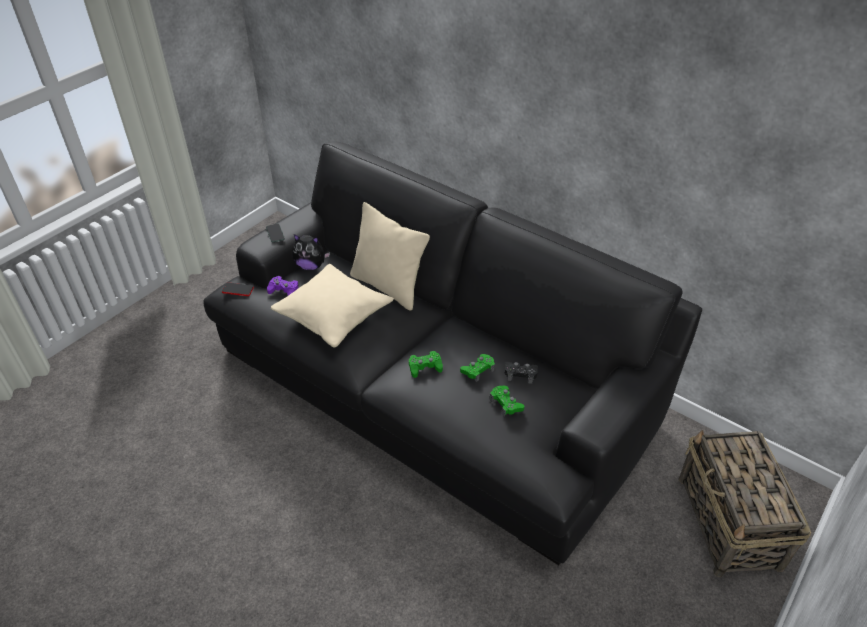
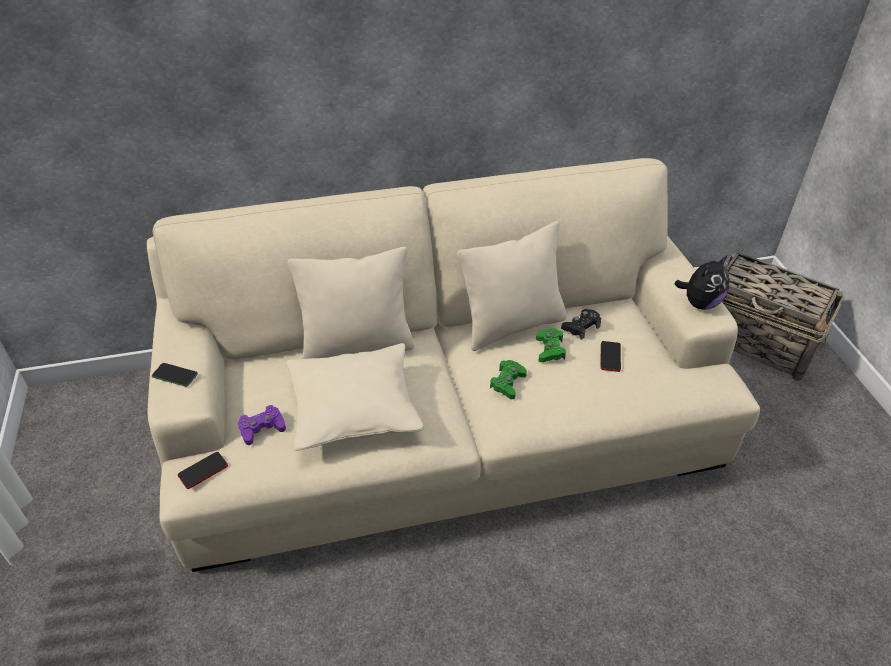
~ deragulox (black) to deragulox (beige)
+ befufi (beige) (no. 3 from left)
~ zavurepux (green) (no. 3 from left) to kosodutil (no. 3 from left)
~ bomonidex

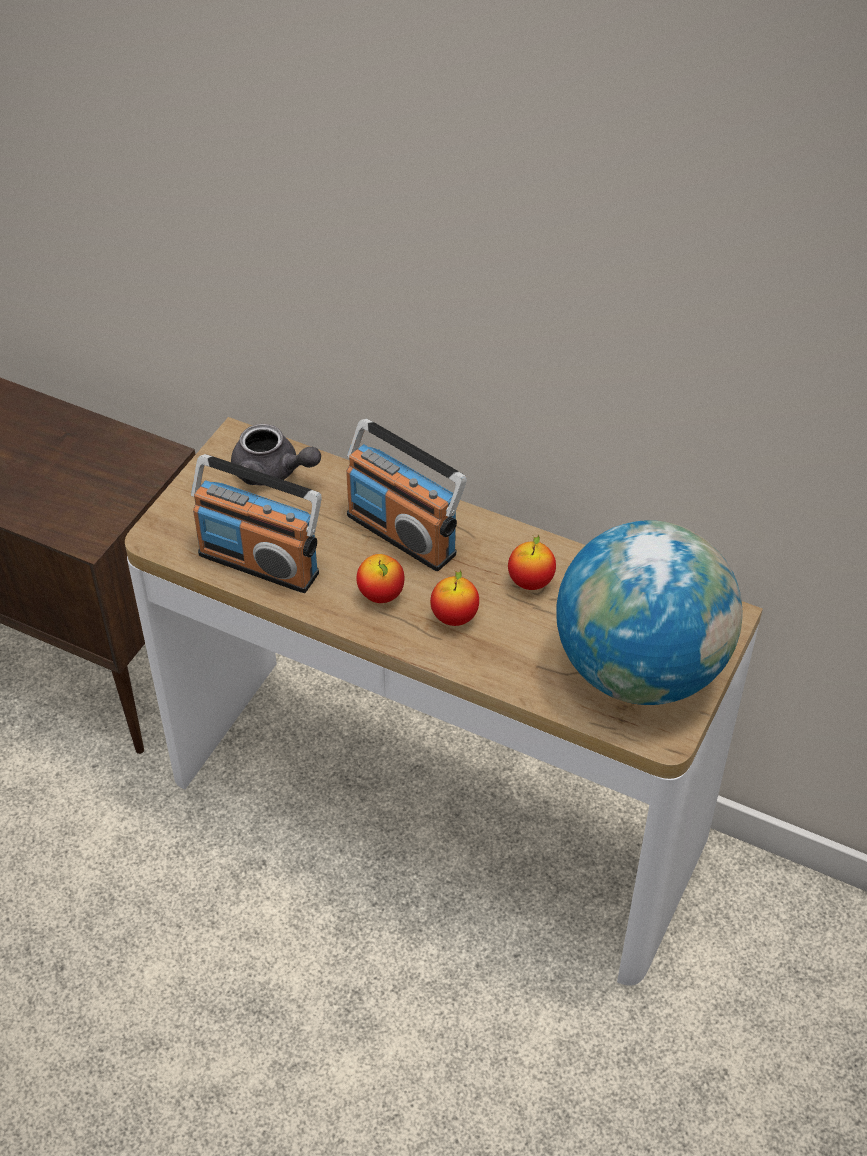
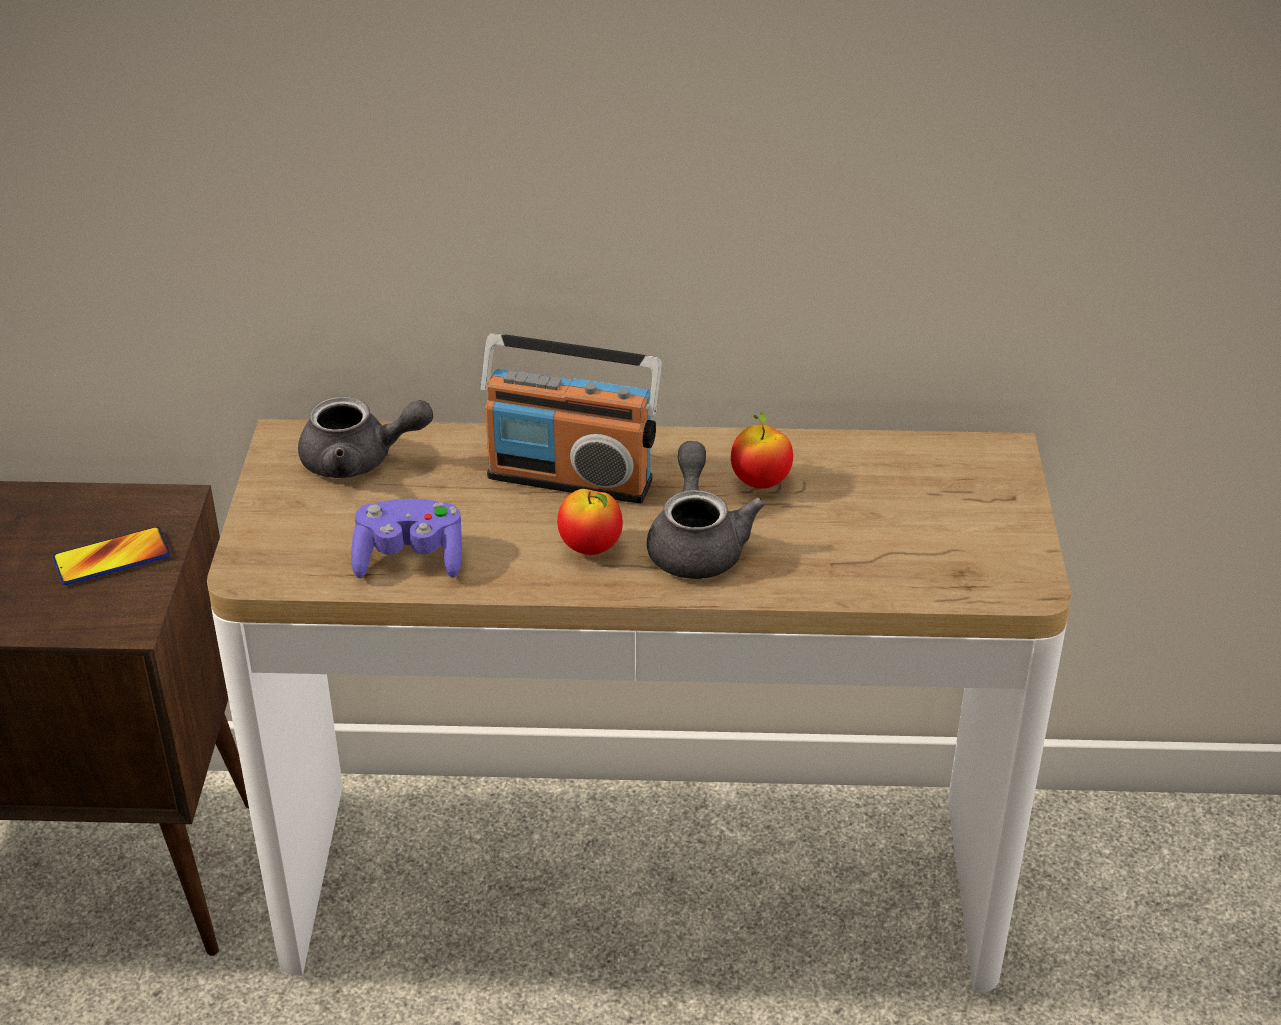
+ kosodutil
~ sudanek (no. 1 from left) to zavurepux (purple)
~ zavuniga (no. 2 from left) to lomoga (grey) (no. 2 from left)
- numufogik

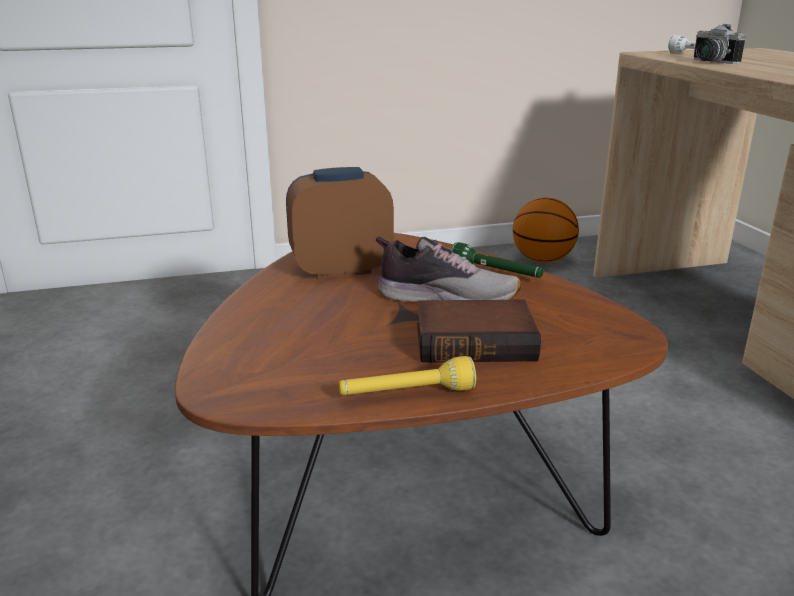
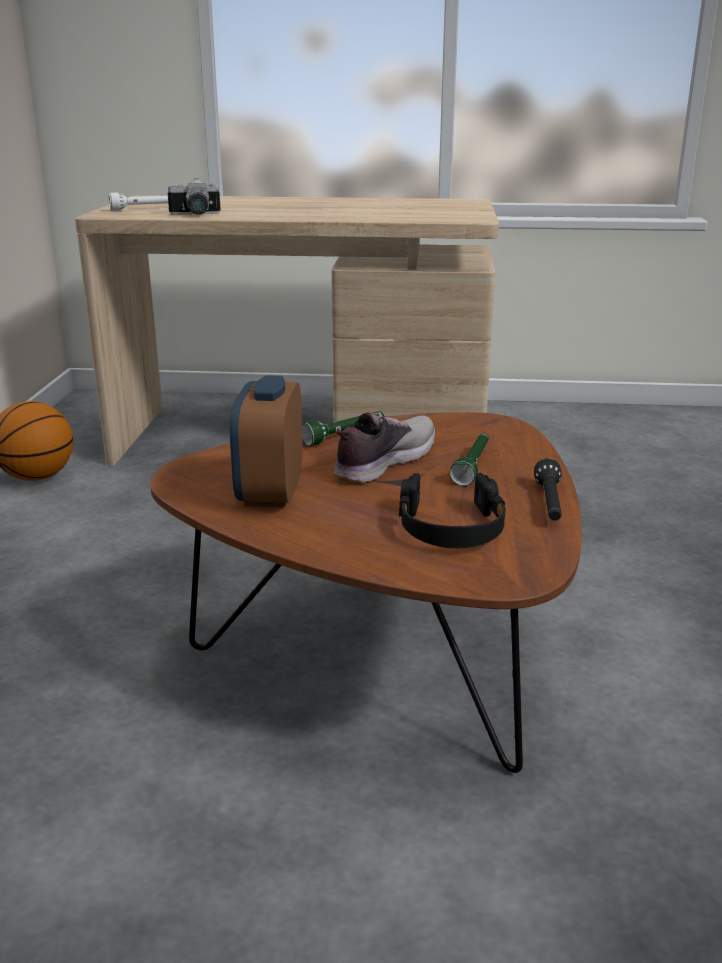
+ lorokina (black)
~ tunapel to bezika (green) (no. 2 from left)
~ bezika (yellow) to bezika (black)

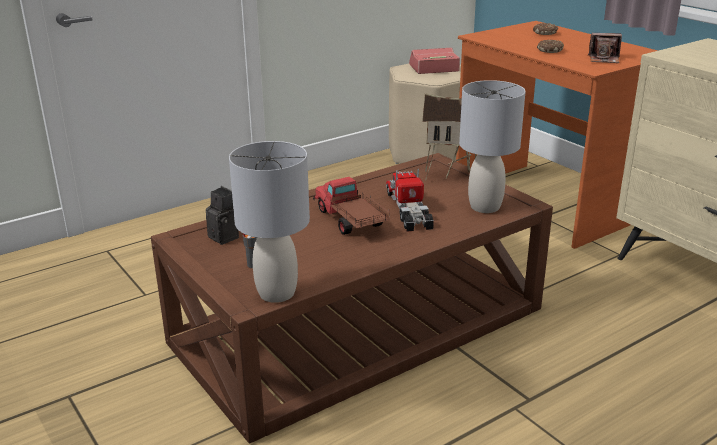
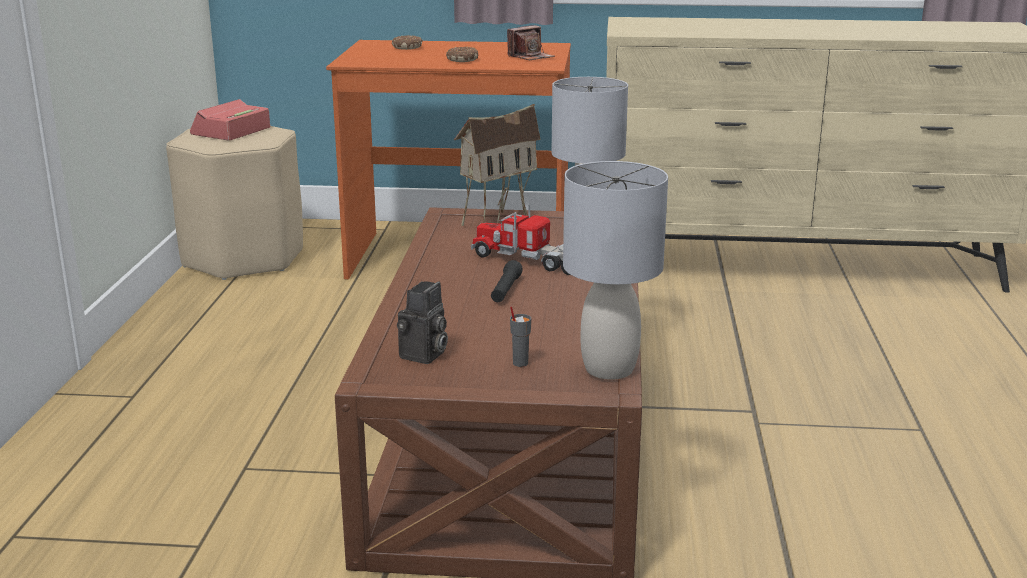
~ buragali (no. 1 from left) 120 degrees clockwise
~ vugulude (no. 1 from left) to bezika (black)

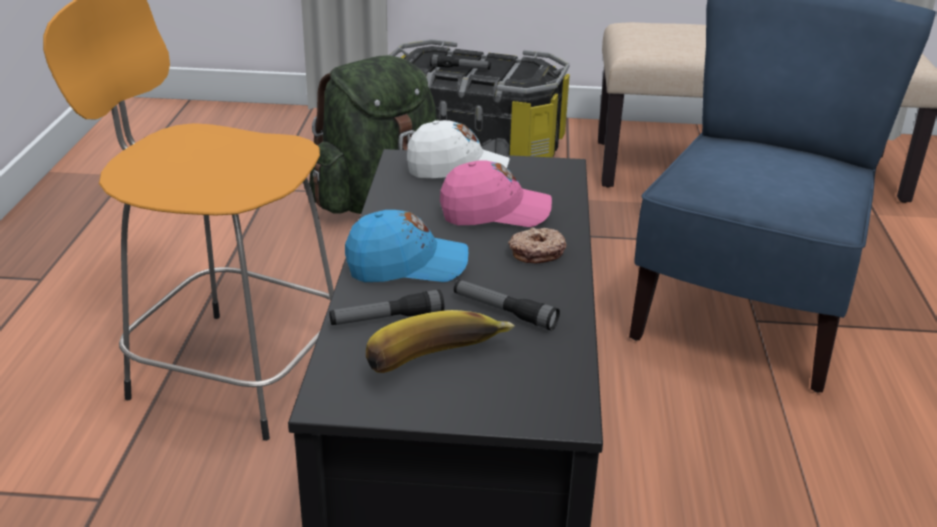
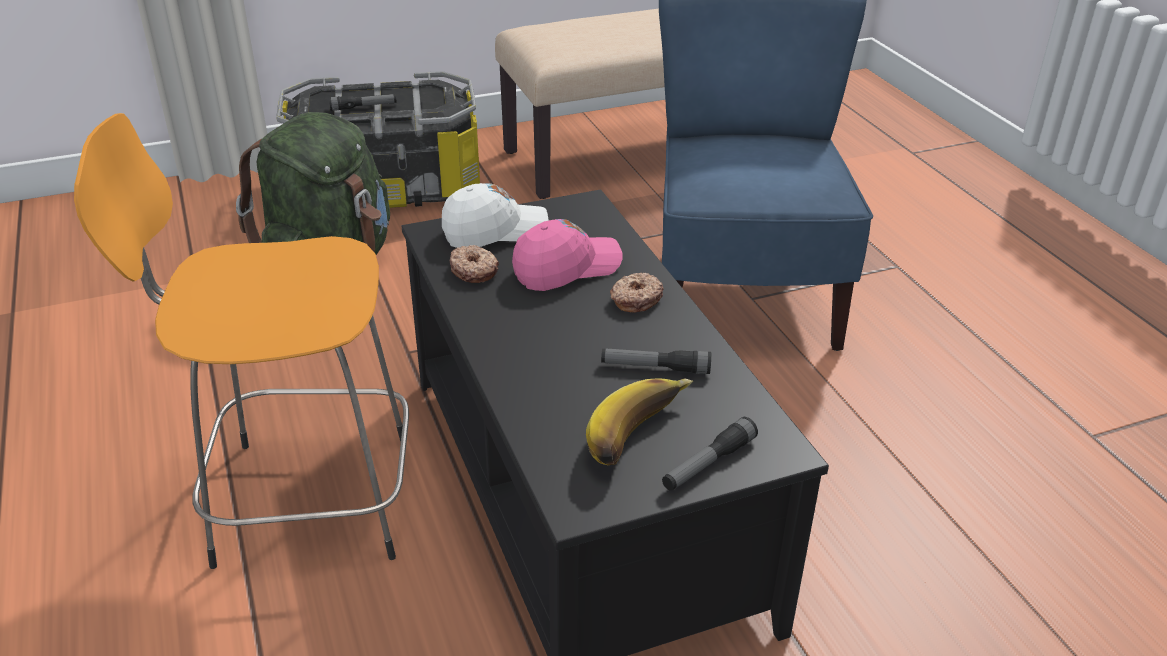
+ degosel (no. 1 from left)
~ bezika (no. 1 from left in the first image) to bezika (no. 3 from left)
- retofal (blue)

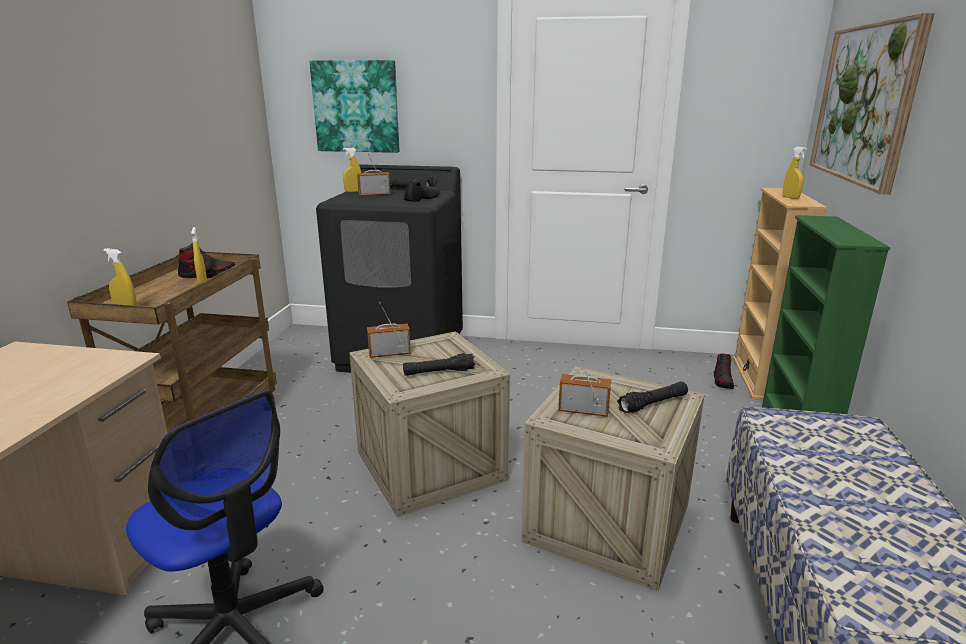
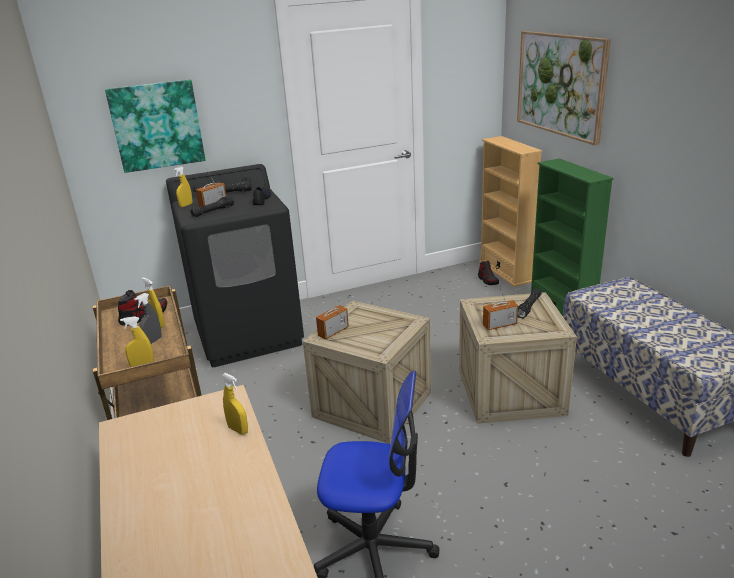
+ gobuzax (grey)
~ bezika (black) (no. 2 from left in the first image) to bezika (black) (no. 1 from left)
~ gobuzax (yellow) (no. 4 from left)

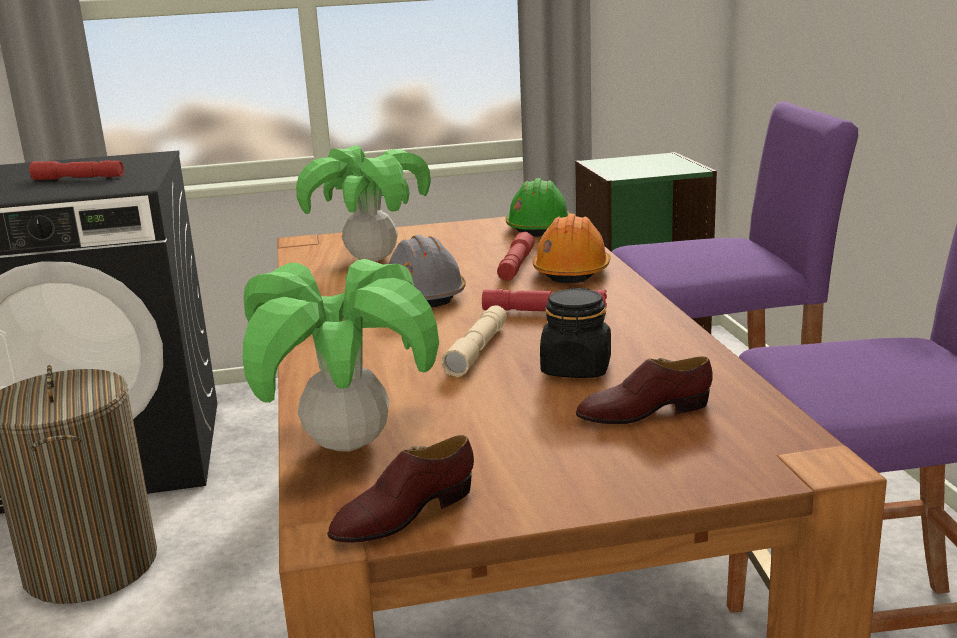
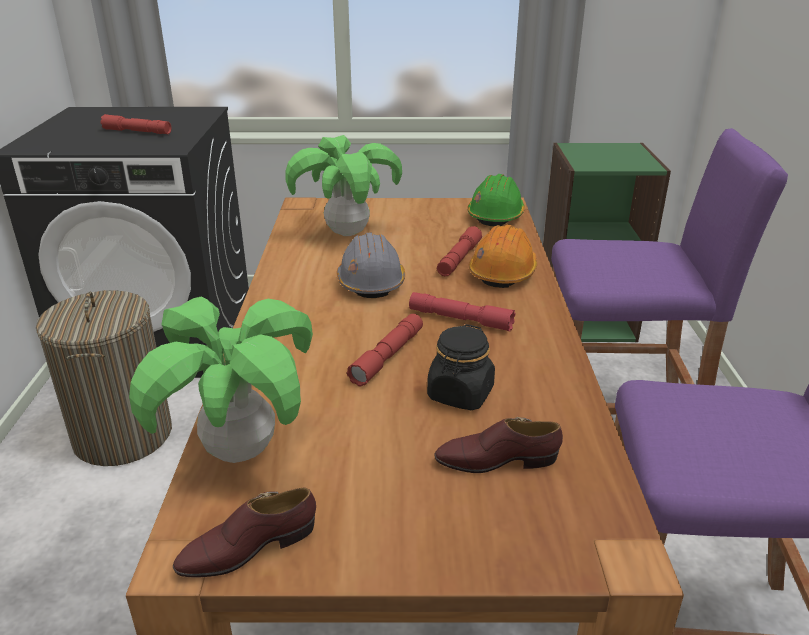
~ bezika (beige) to bezika (red) (no. 2 from left)

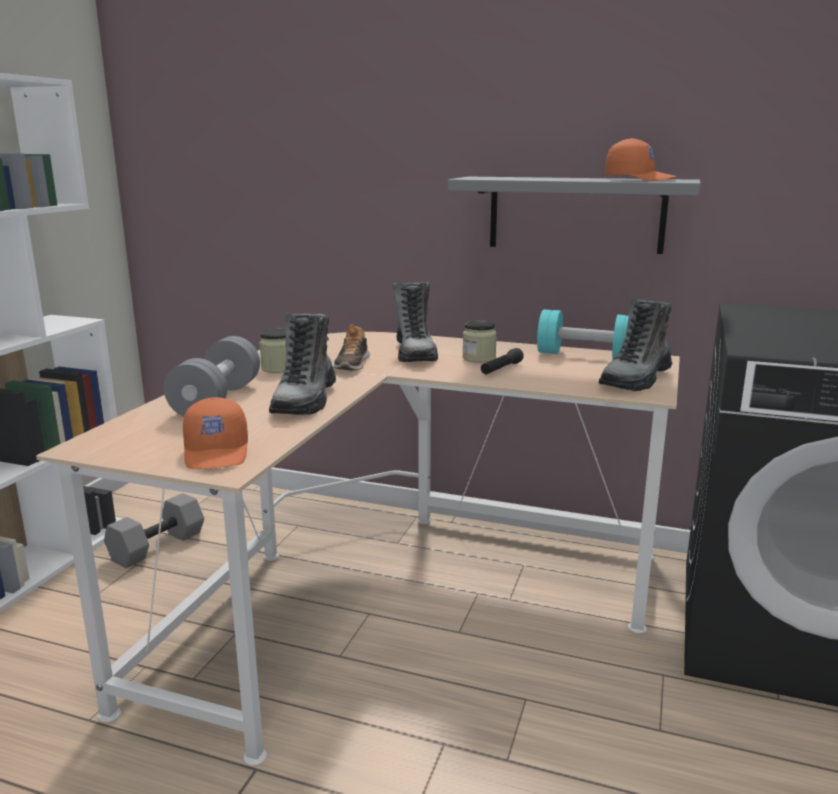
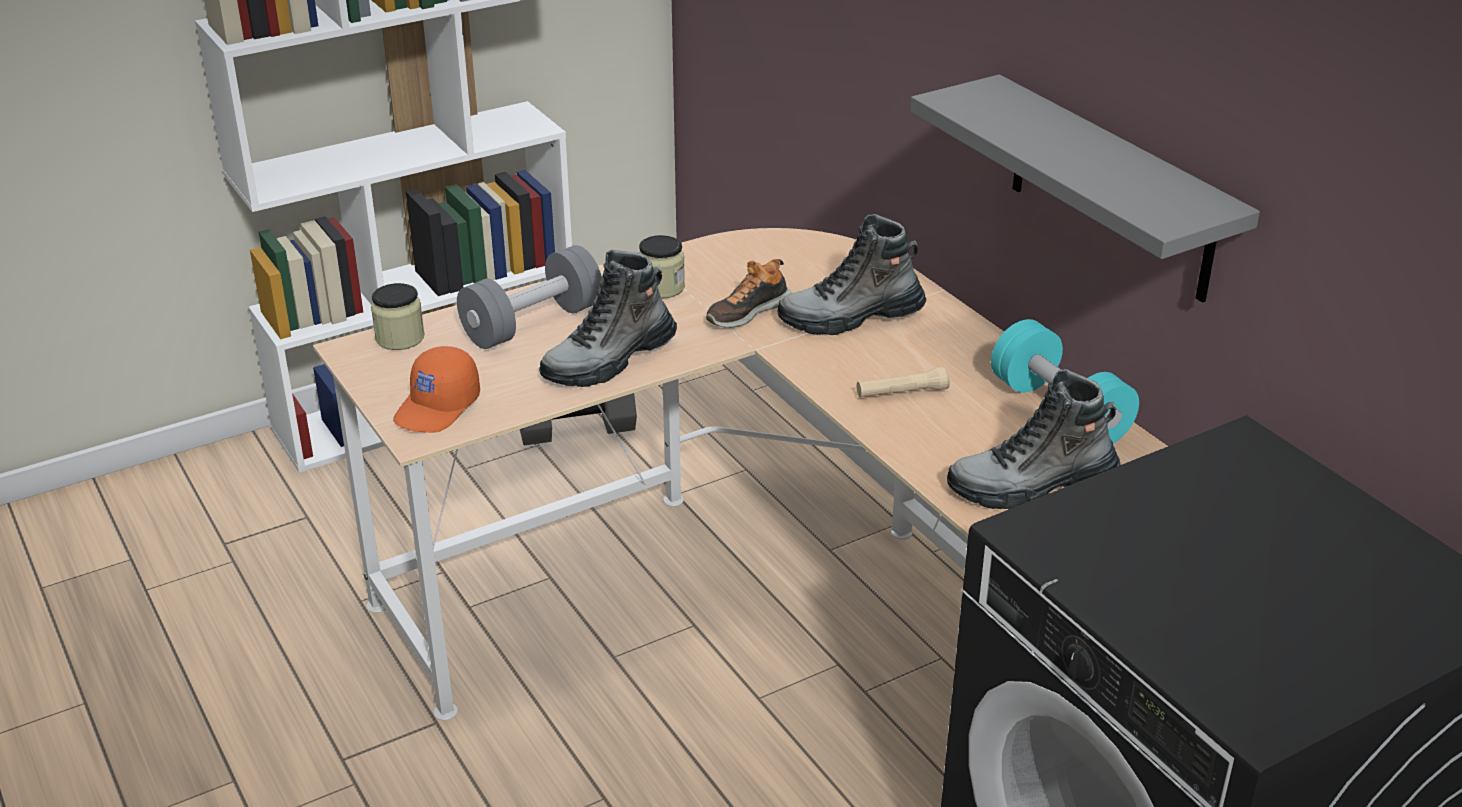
~ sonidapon (no. 2 from left in the first image) to sonidapon (no. 1 from left)
~ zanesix (no. 2 from left) 45 degrees clockwise
~ bezika (black) to bezika (beige)
- retofal (orange) (no. 2 from left)

